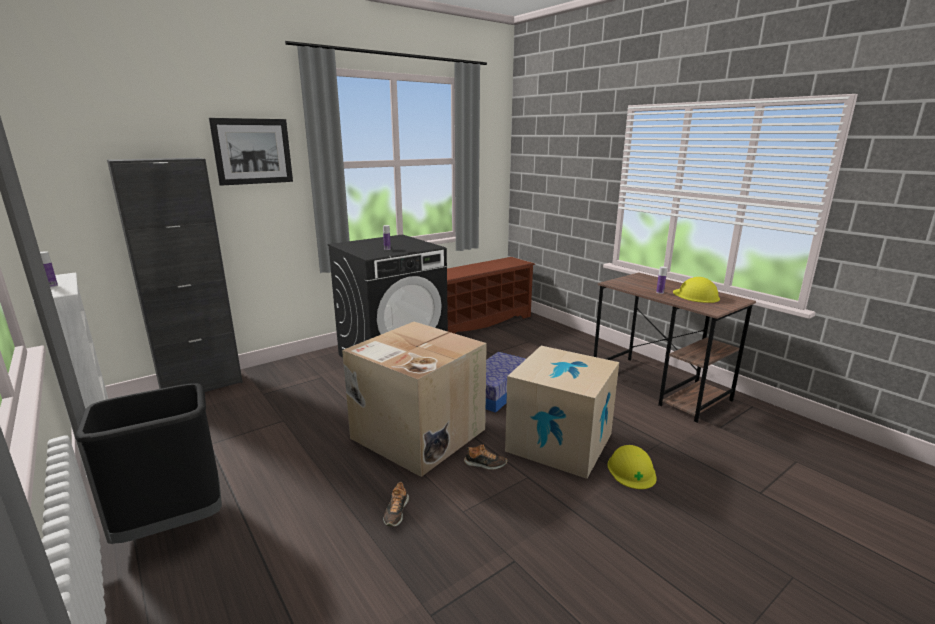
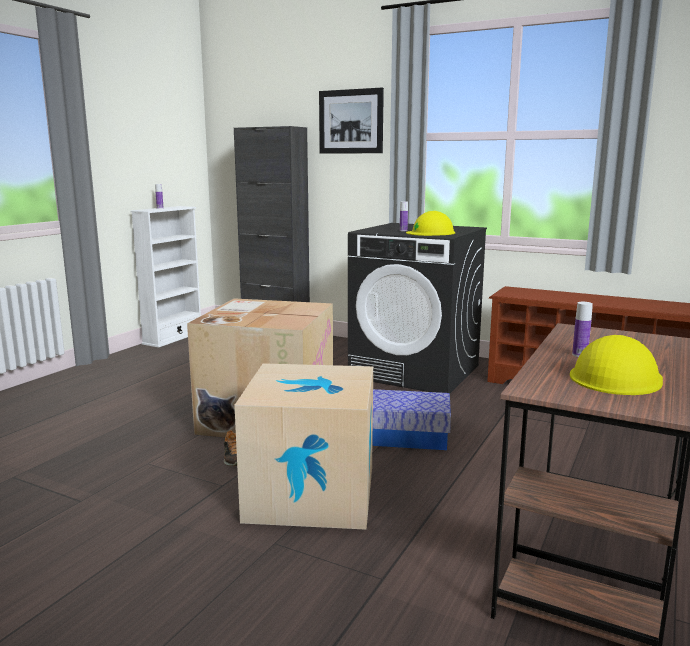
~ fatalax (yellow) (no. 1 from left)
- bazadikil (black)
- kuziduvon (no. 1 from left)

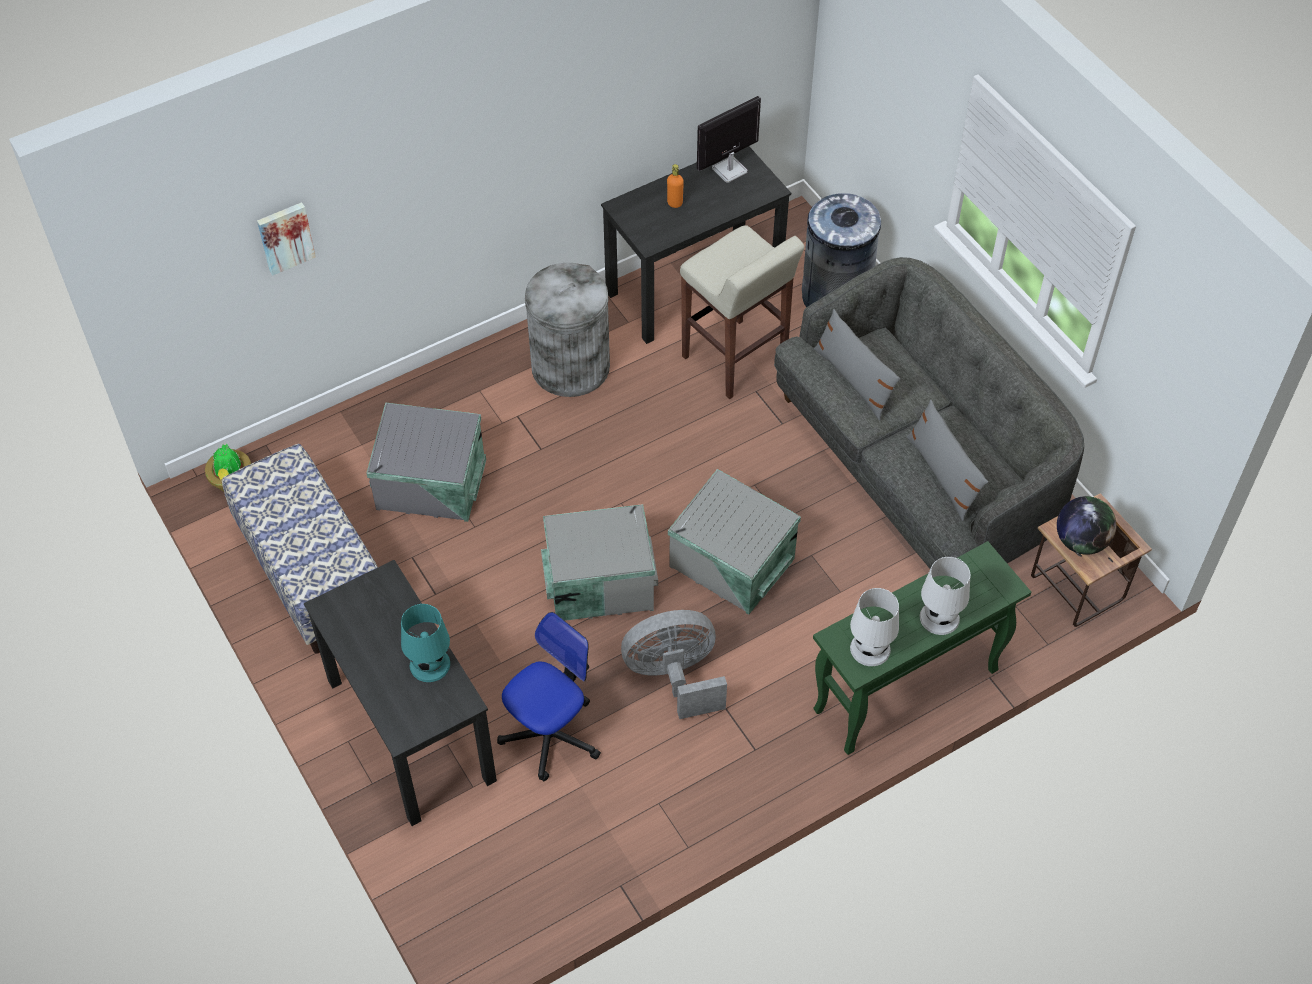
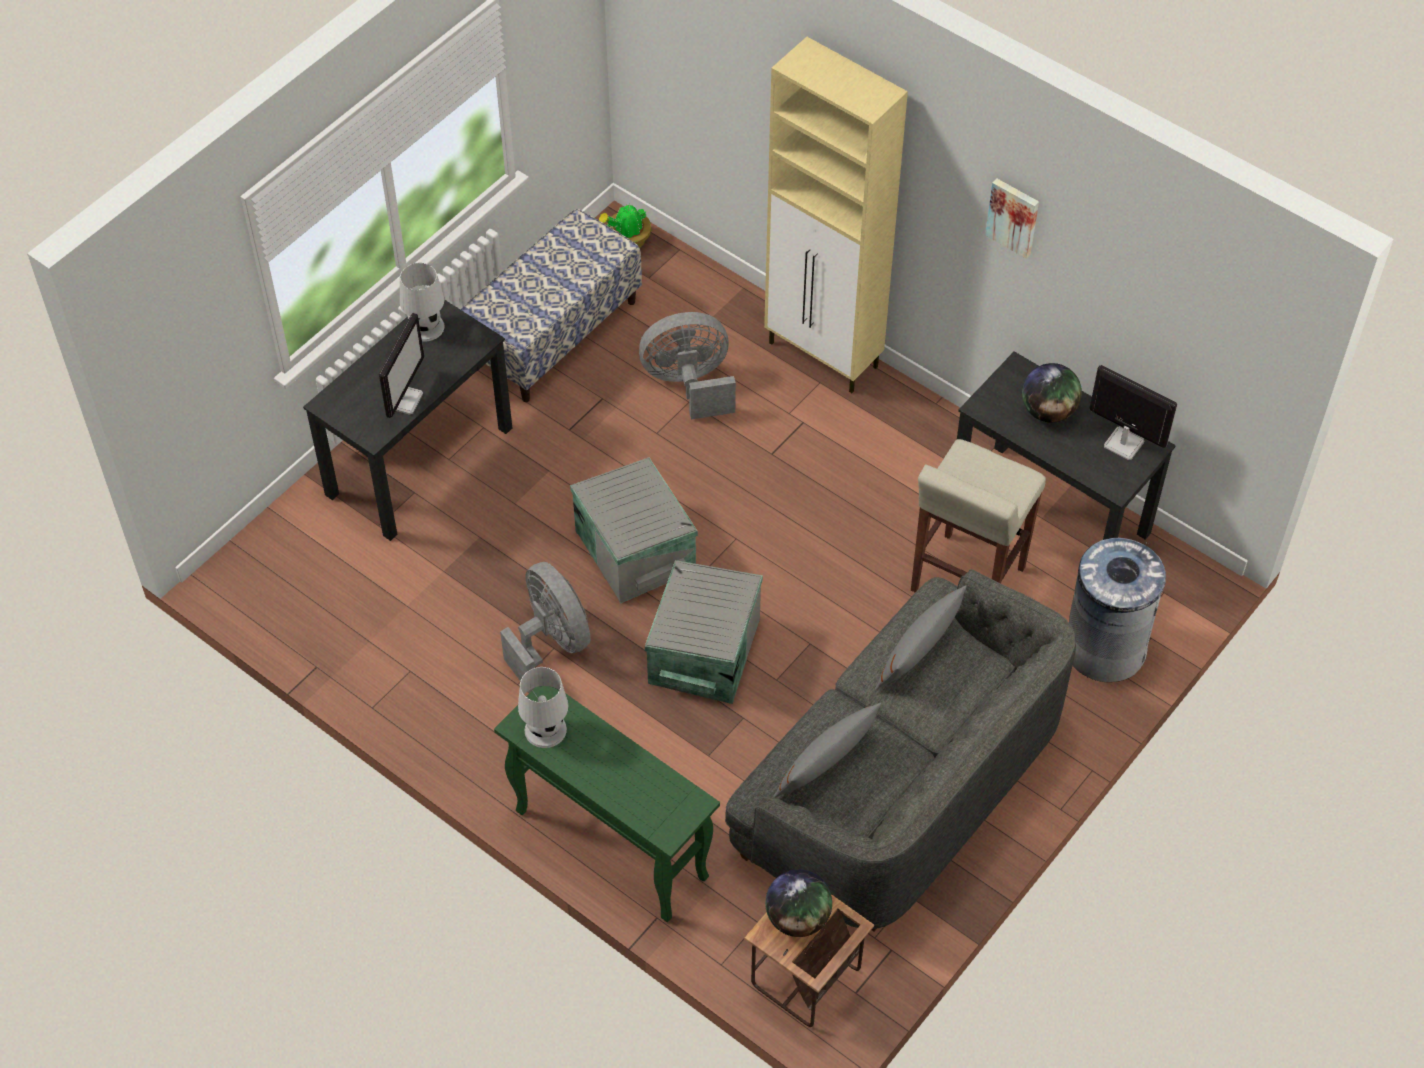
~ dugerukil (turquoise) to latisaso (no. 1 from left)
~ dugerukil (white) (no. 2 from left in the first image) to dugerukil (white) (no. 1 from left)
~ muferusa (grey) (no. 1 from left) to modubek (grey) (no. 2 from left)
+ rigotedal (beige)
~ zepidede
~ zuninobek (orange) to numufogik (no. 2 from left)
- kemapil
- bazadikil (grey) (no. 1 from left)

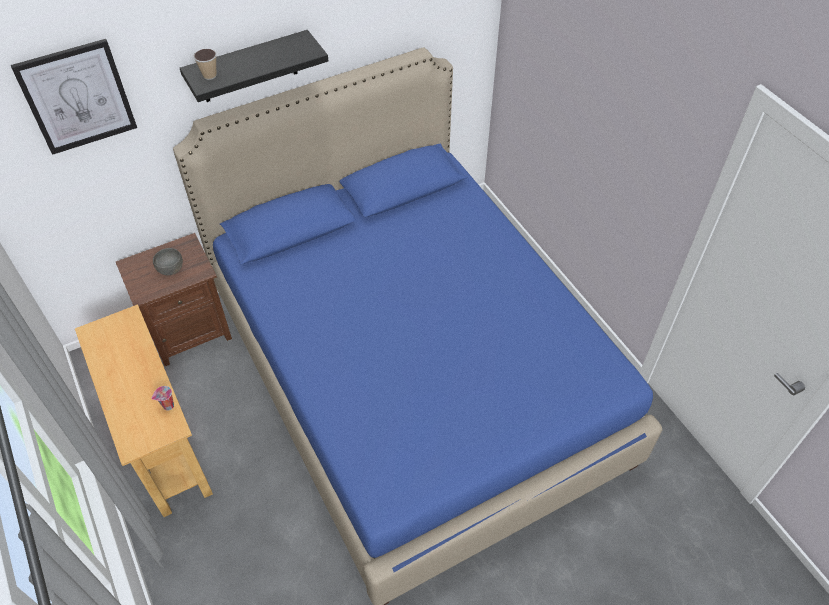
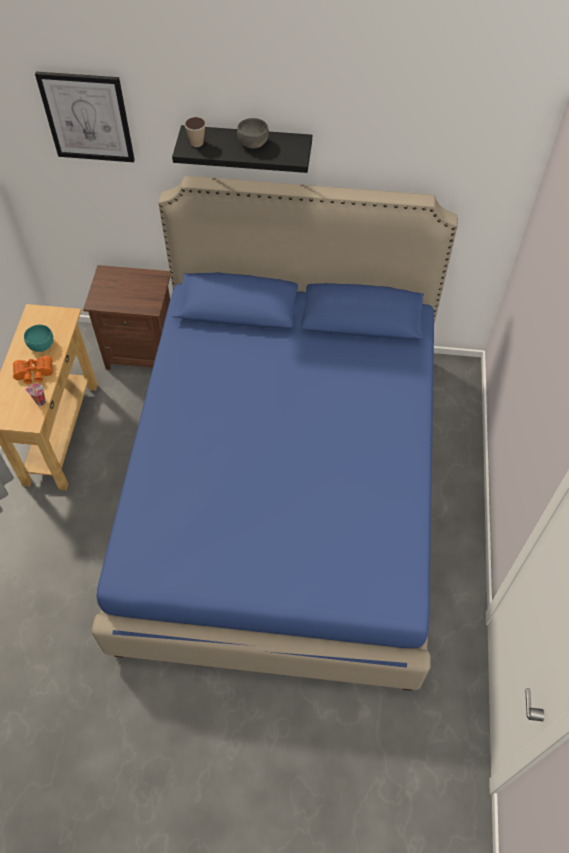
+ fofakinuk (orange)
+ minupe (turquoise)
~ minupe (grey)

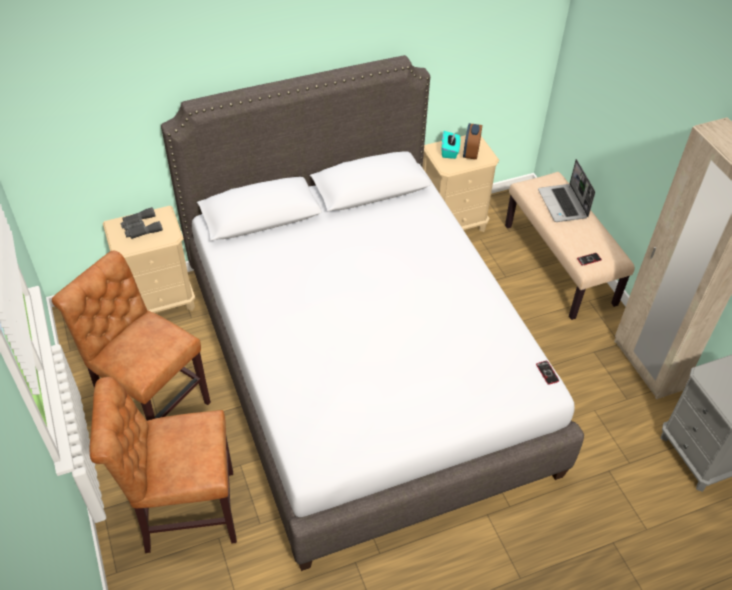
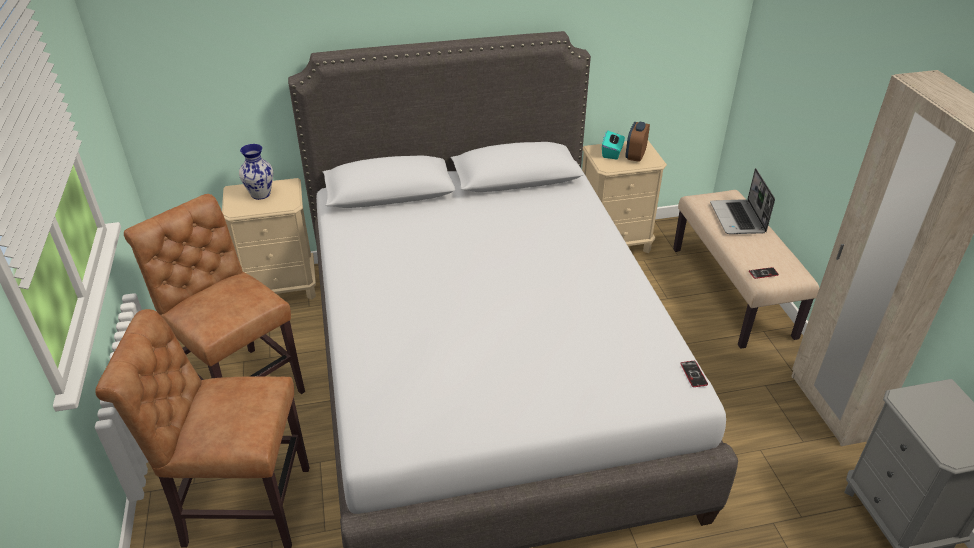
~ fofakinuk (grey) to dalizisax

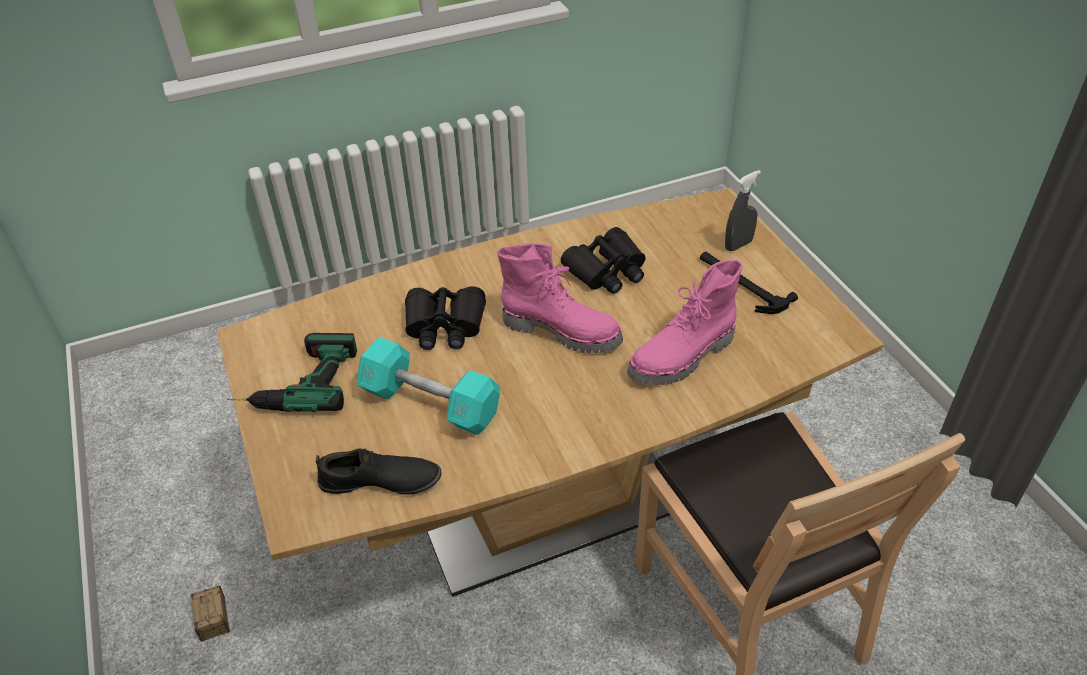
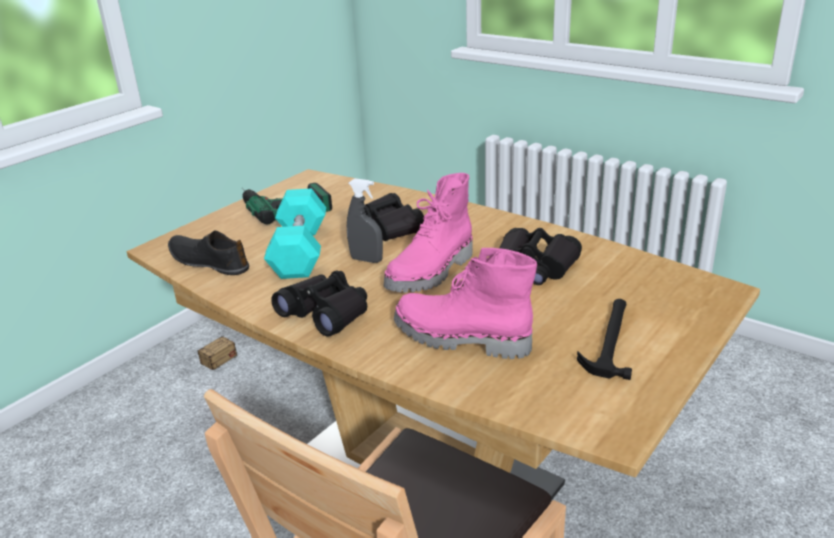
~ kuziduvon (black) 150 degrees clockwise
+ fofakinuk (black) (no. 1 from left)
~ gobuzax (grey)
~ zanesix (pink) (no. 1 from left) 45 degrees clockwise

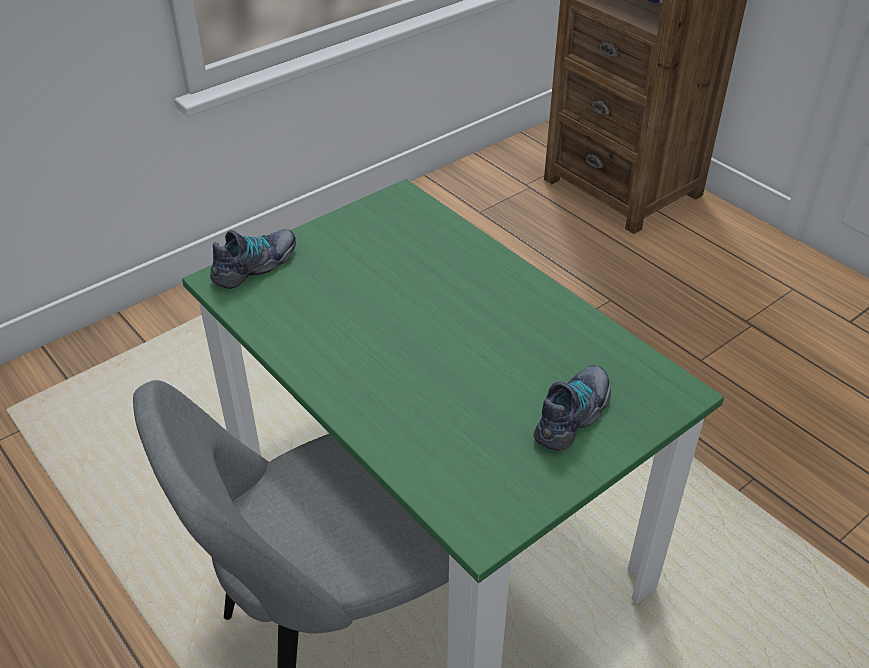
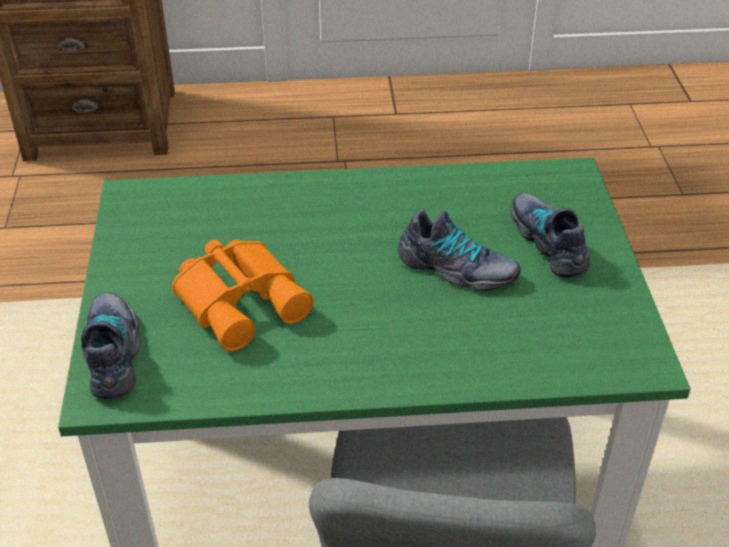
+ fofakinuk (orange)
+ kuziduvon (no. 2 from left)

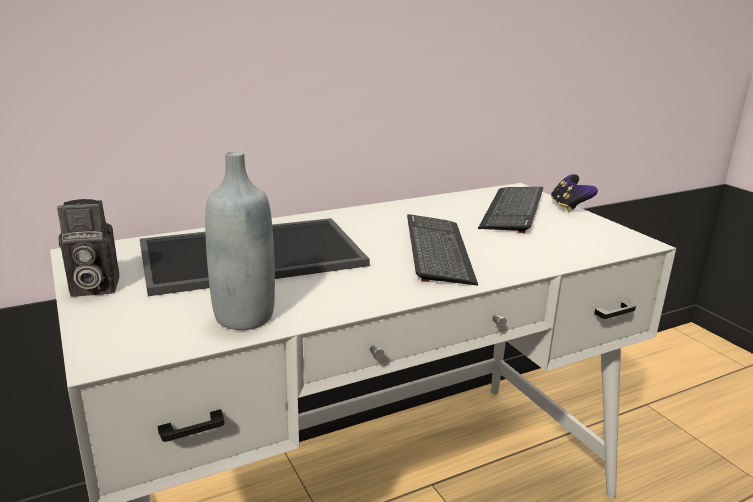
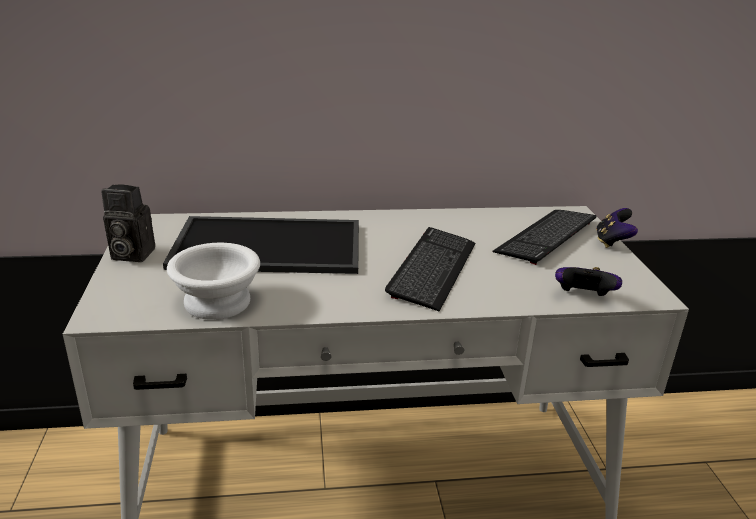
~ zuninobek (grey) to minupe (white)
+ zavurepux (no. 1 from left)

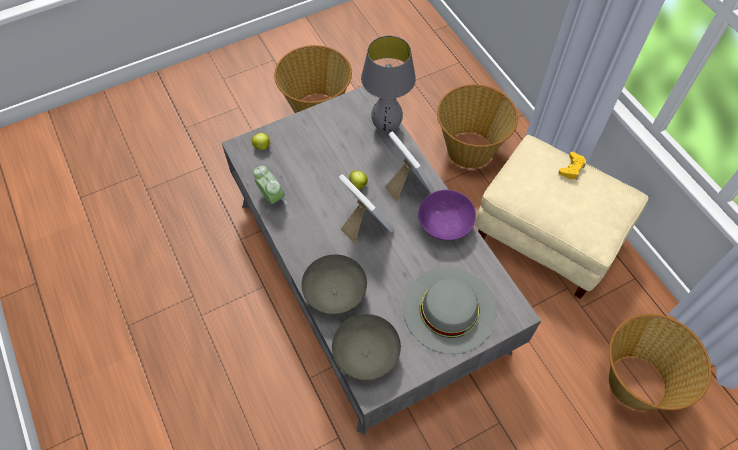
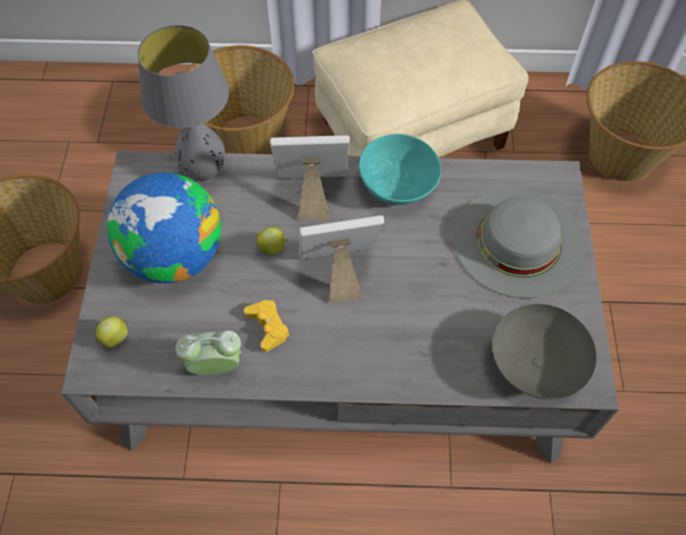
+ numufogik
~ zavurepux (yellow)
~ minupe (purple) to minupe (turquoise)
- minupe (grey) (no. 1 from left)

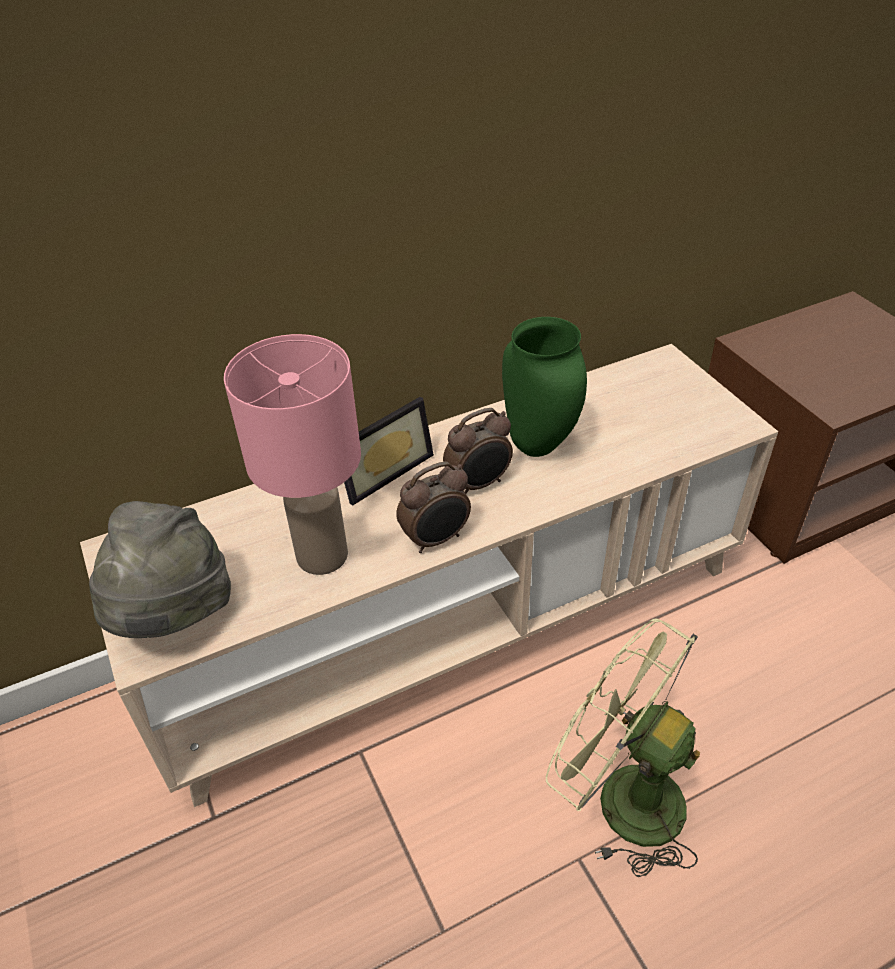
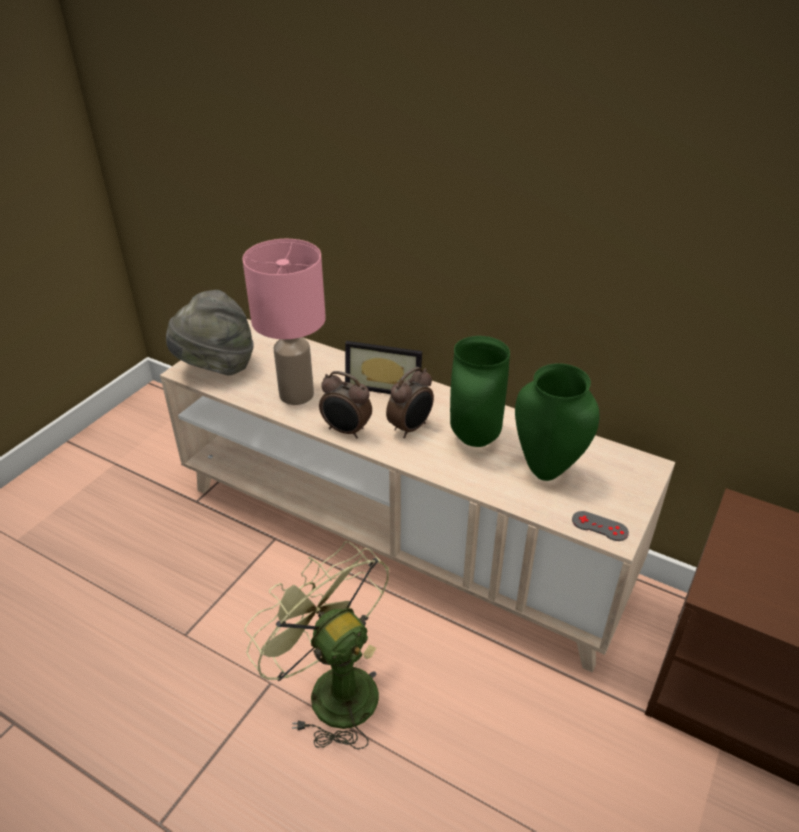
~ modubek (green) 45 degrees counterclockwise
~ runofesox (no. 2 from left) 75 degrees counterclockwise
+ dalizisax (green) (no. 2 from left)
+ zavurepux (grey)

